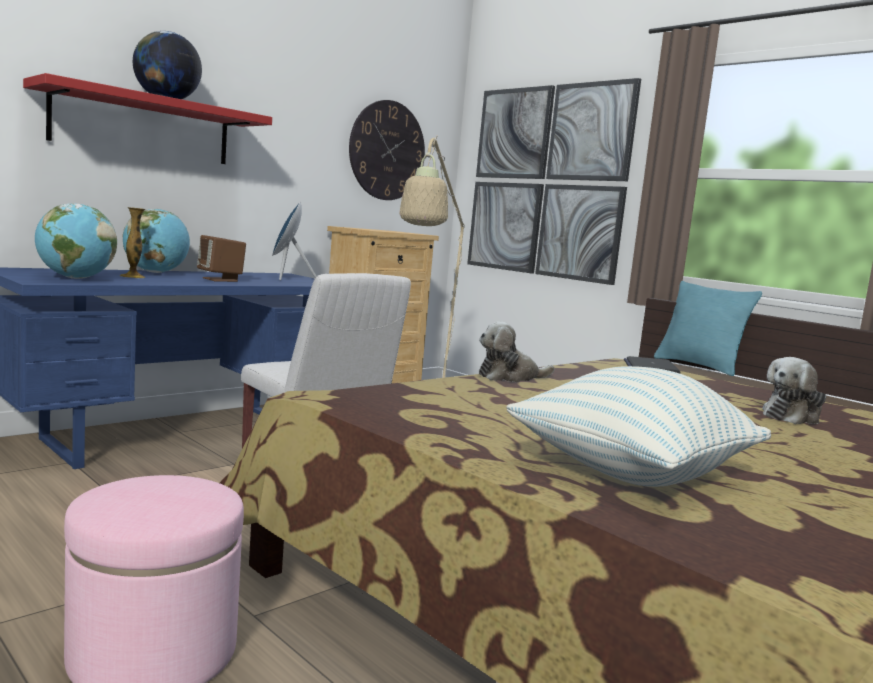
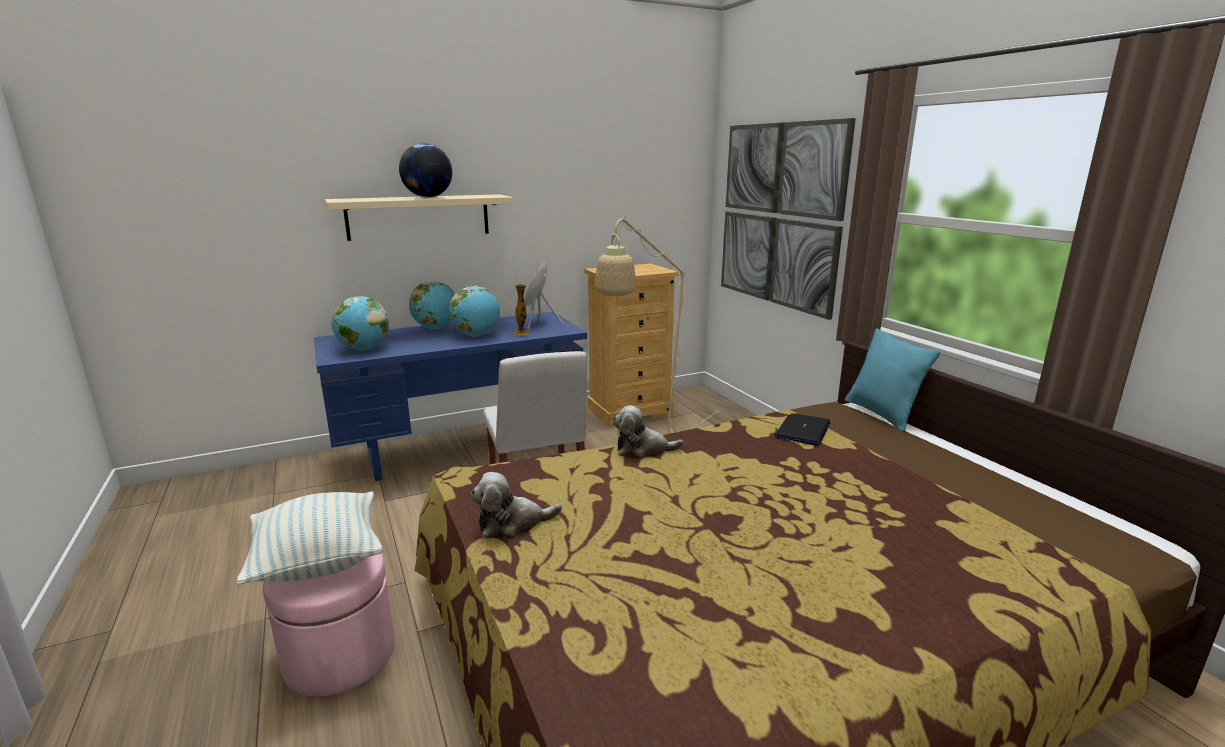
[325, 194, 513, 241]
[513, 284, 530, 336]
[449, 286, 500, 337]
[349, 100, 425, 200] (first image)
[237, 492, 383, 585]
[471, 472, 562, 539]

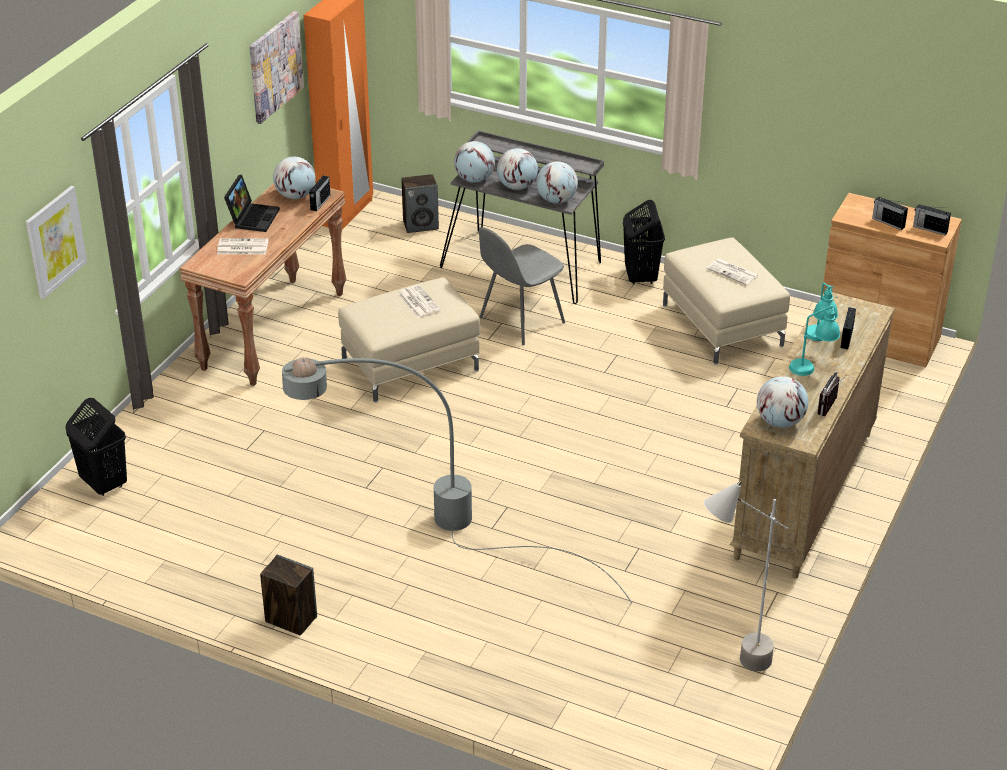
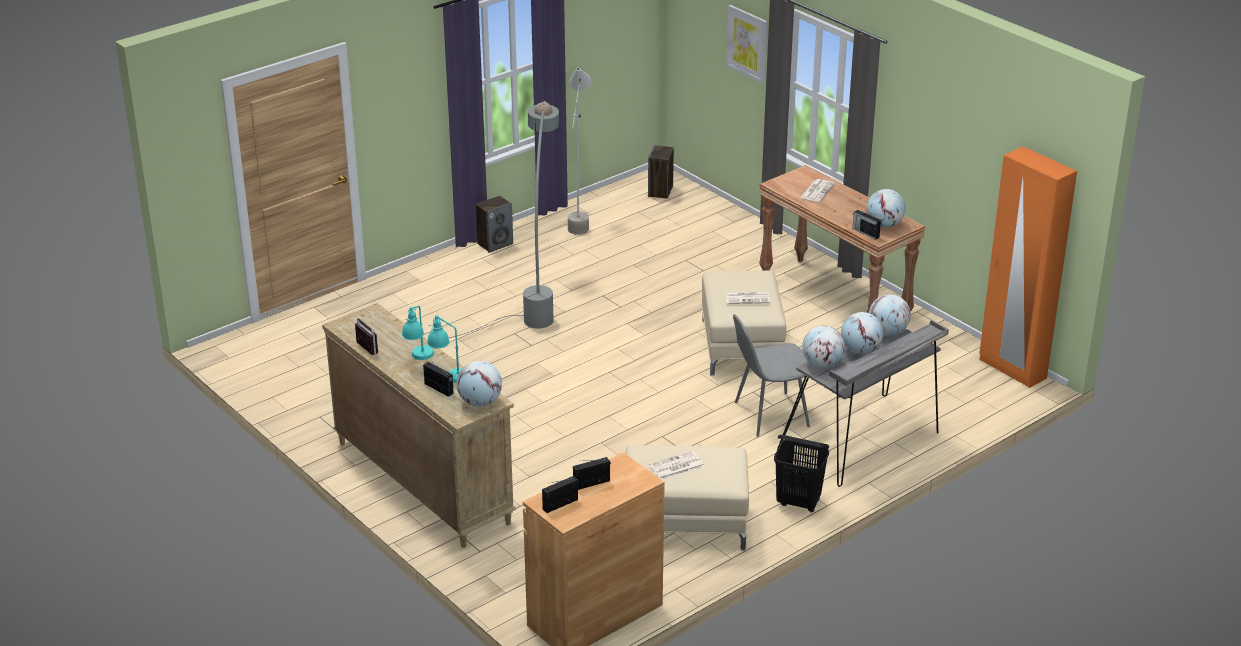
[65, 398, 127, 496] (first image)
[224, 175, 280, 232] (first image)
[249, 11, 304, 124] (first image)
[648, 145, 674, 199]
[733, 314, 810, 437]
[568, 67, 591, 235]
[456, 361, 502, 407]

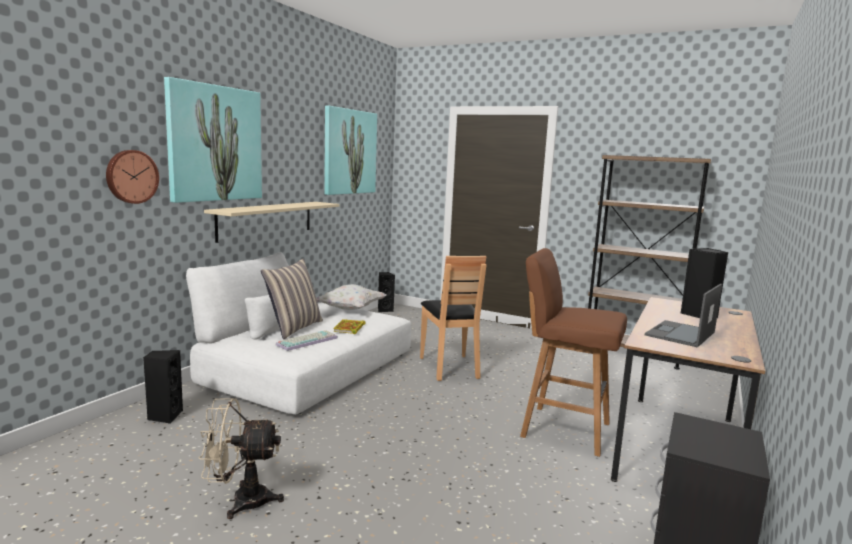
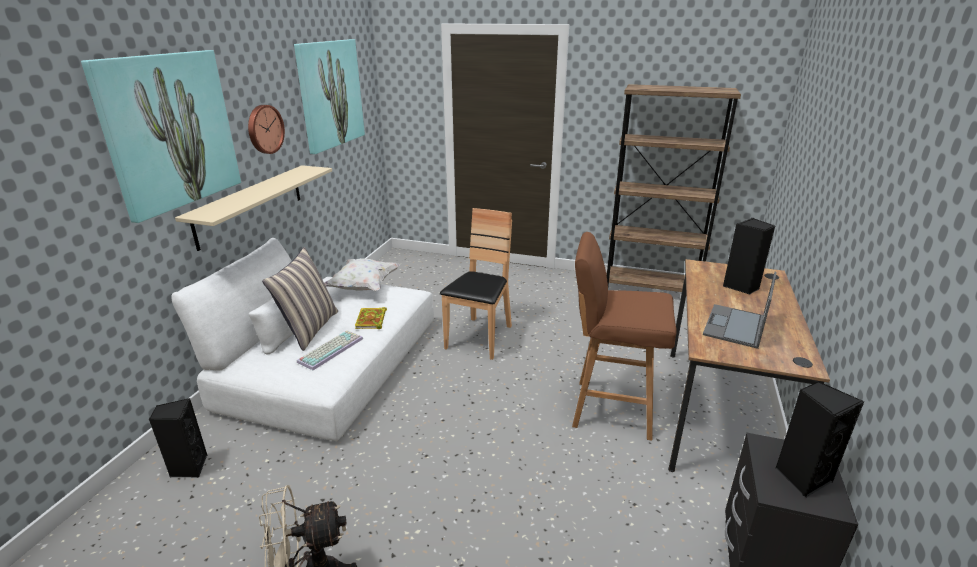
[248, 105, 285, 154]
[775, 381, 864, 498]
[440, 208, 512, 360]

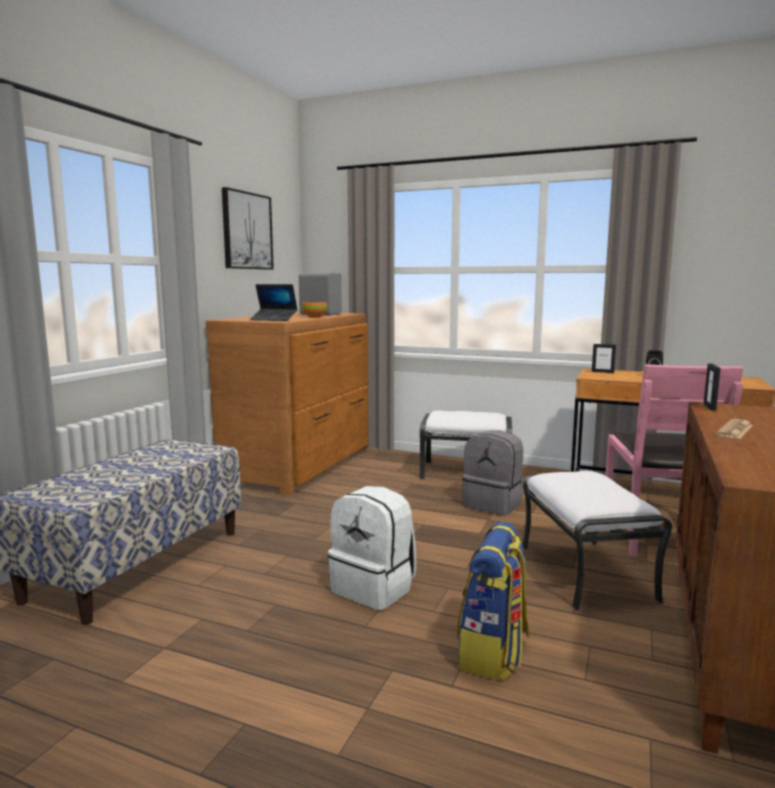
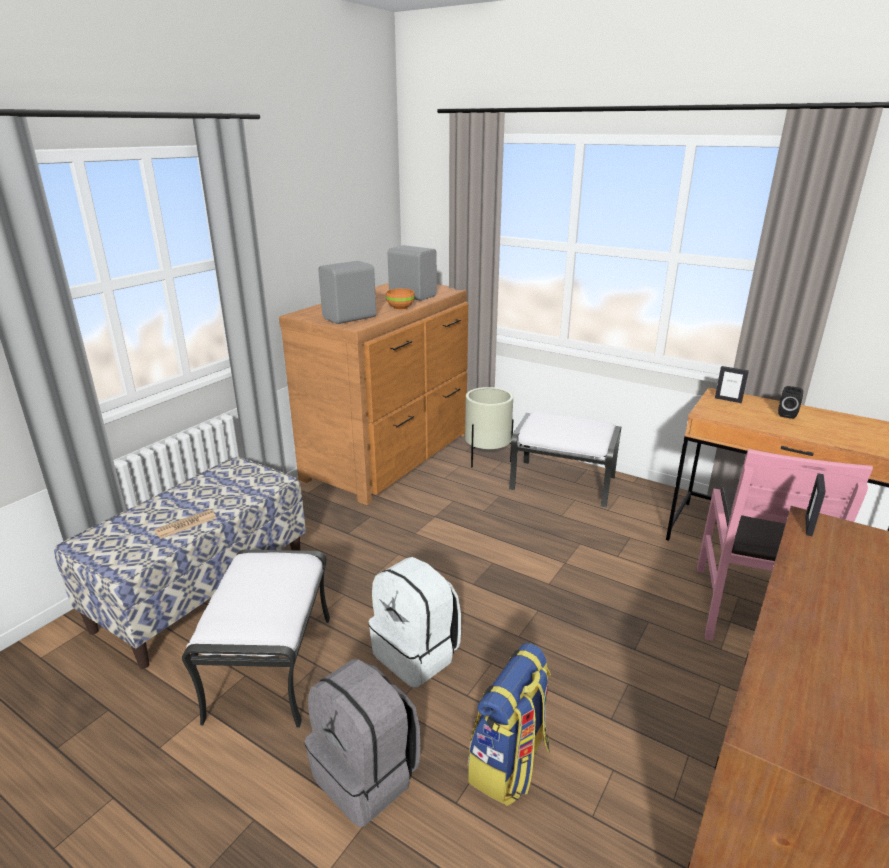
[222, 187, 274, 270] (first image)
[318, 261, 376, 324]
[305, 659, 420, 827]
[182, 550, 330, 728]
[154, 509, 216, 539]
[465, 387, 514, 467]

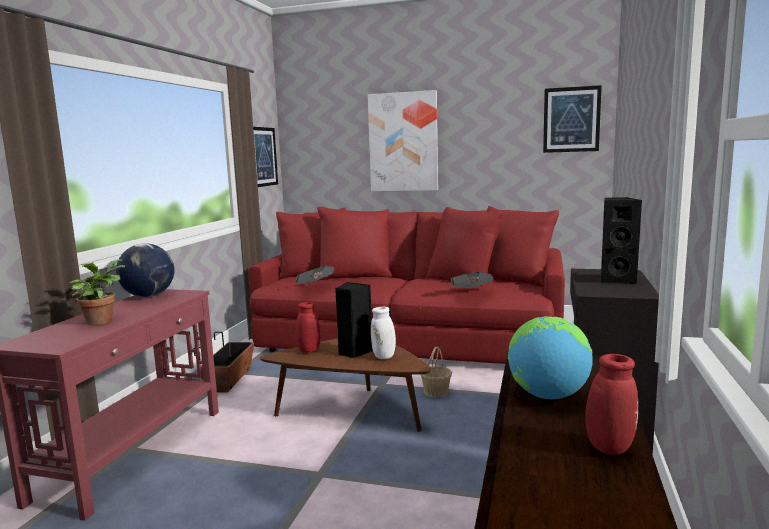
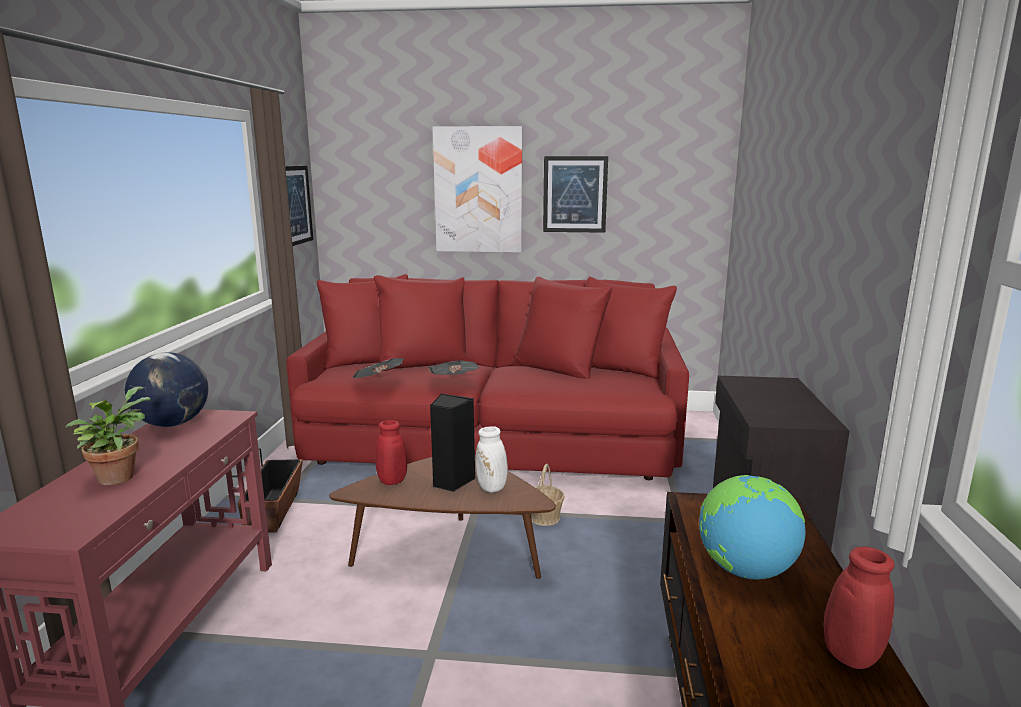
[428, 361, 480, 375]
[543, 156, 608, 233]
[601, 197, 642, 284] (first image)

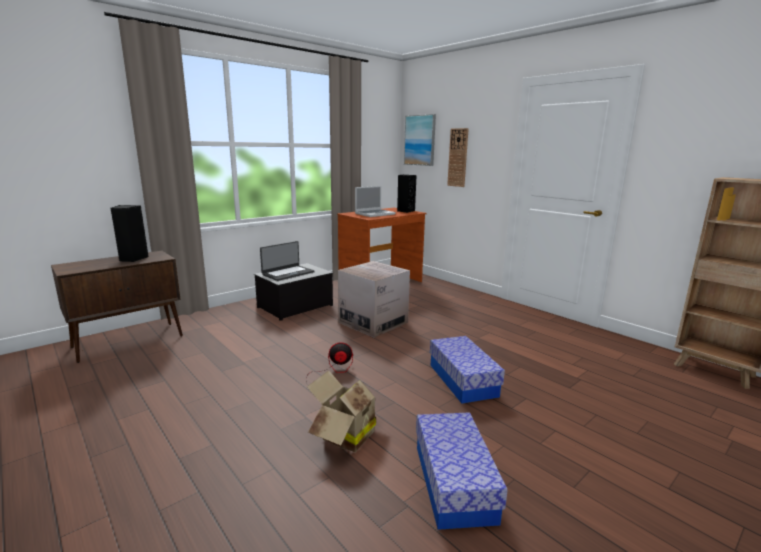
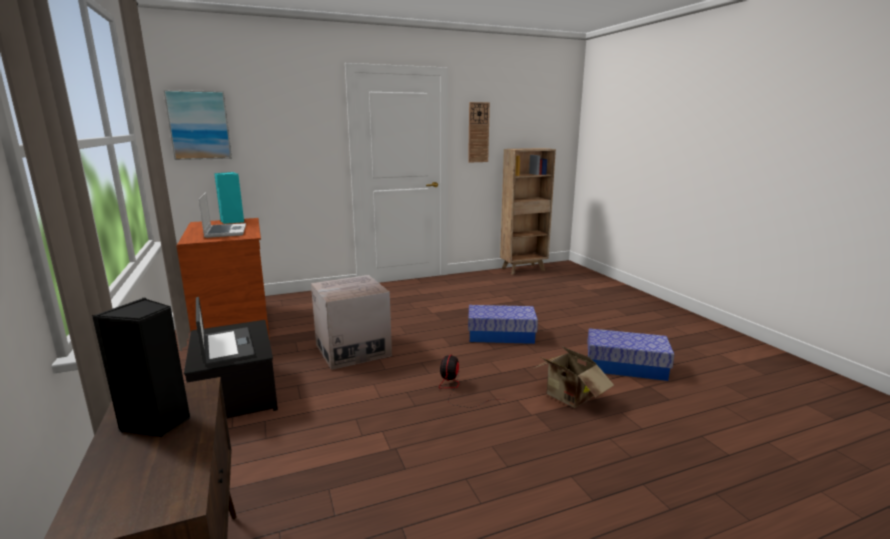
[214, 172, 244, 224]
[468, 102, 490, 163]

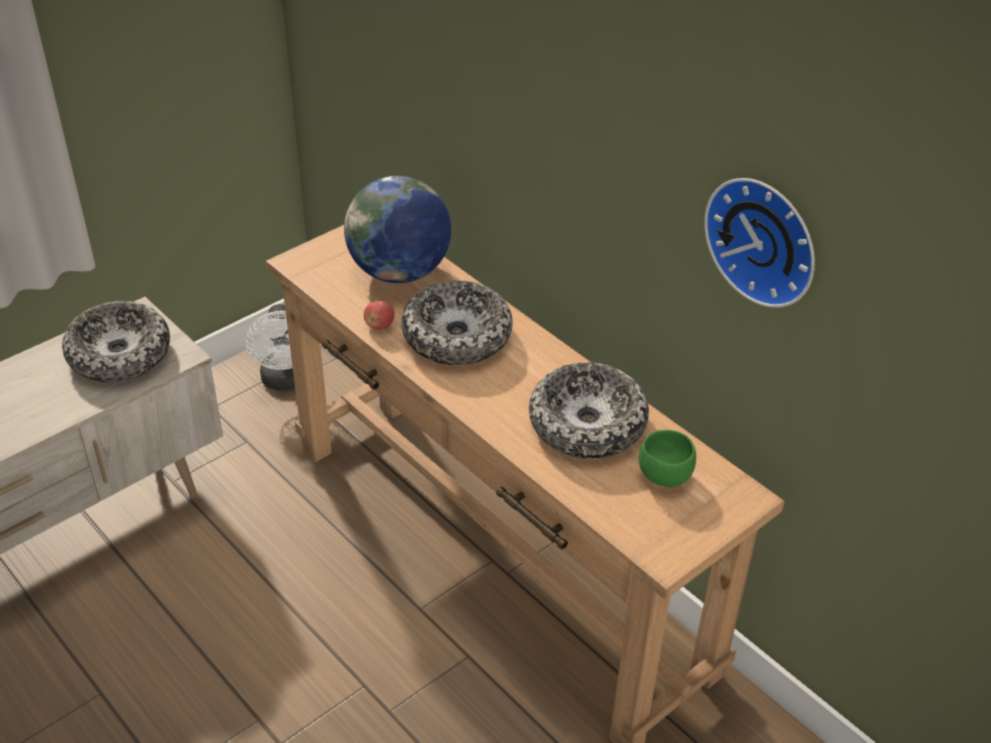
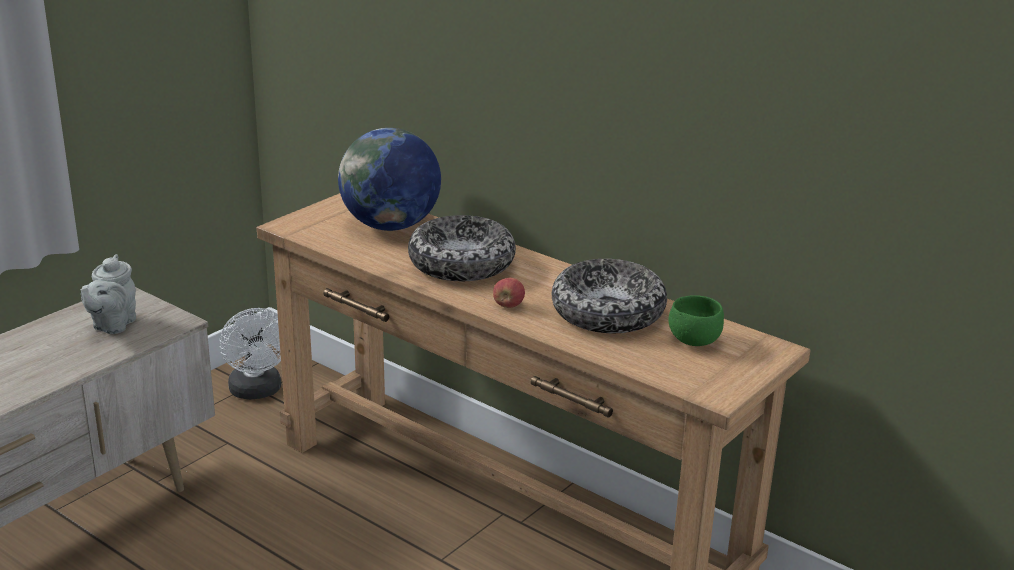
[81, 254, 136, 334]
[493, 278, 525, 308]
[704, 178, 815, 308] (first image)

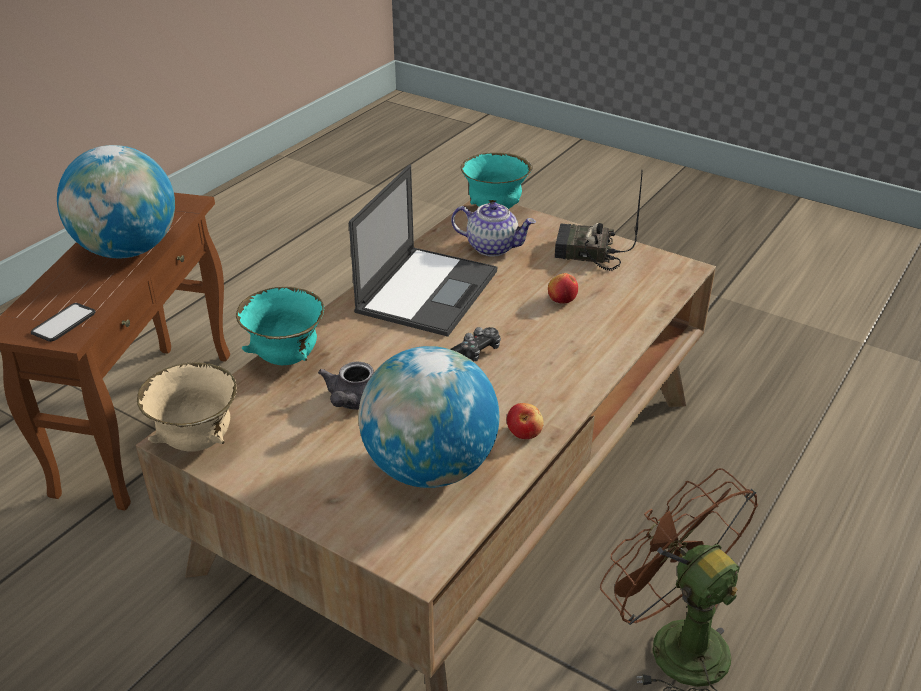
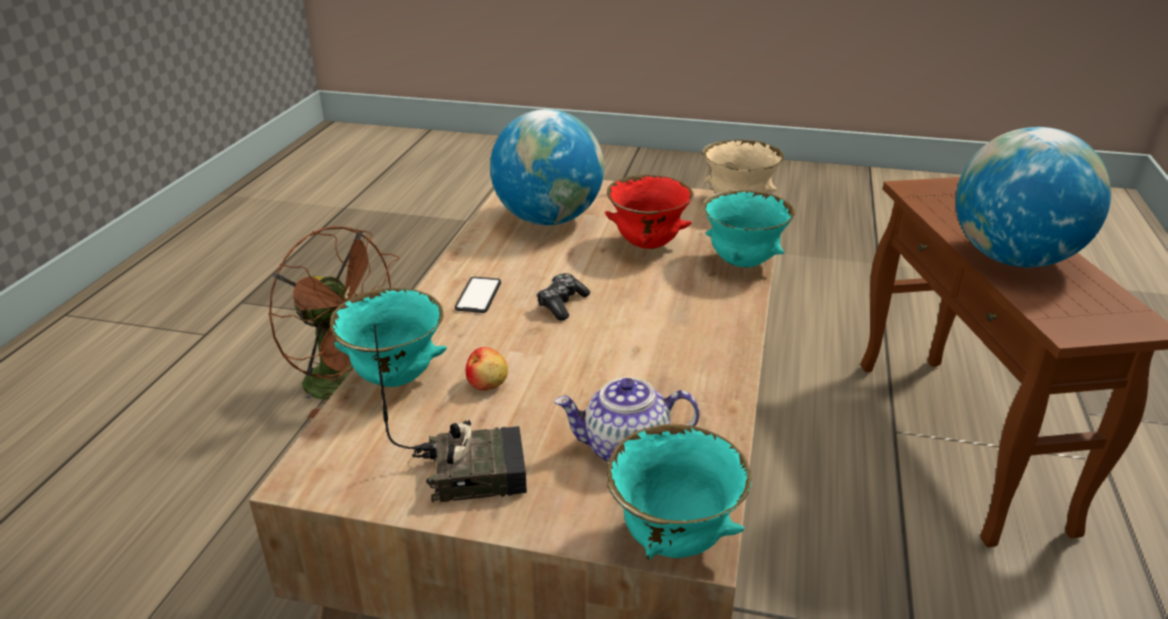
[455, 277, 501, 313]
[605, 175, 694, 249]
[349, 165, 497, 337] (first image)
[507, 403, 543, 439] (first image)
[330, 288, 447, 387]

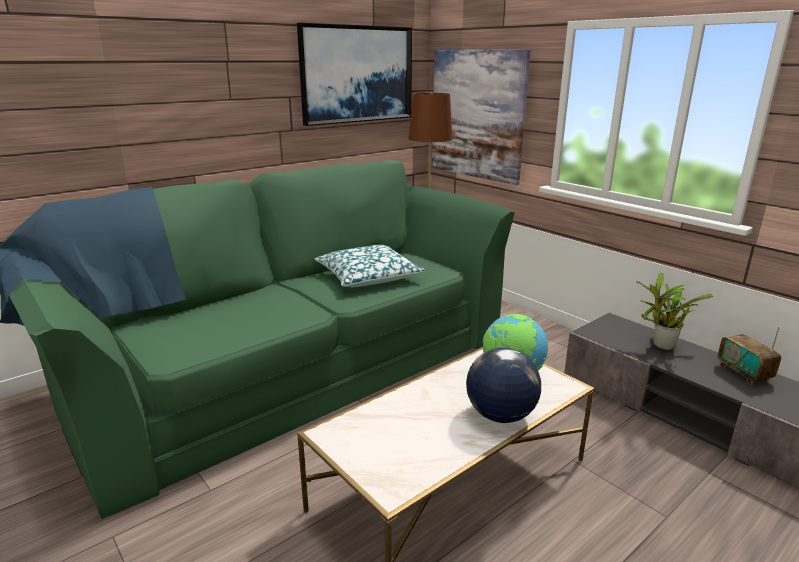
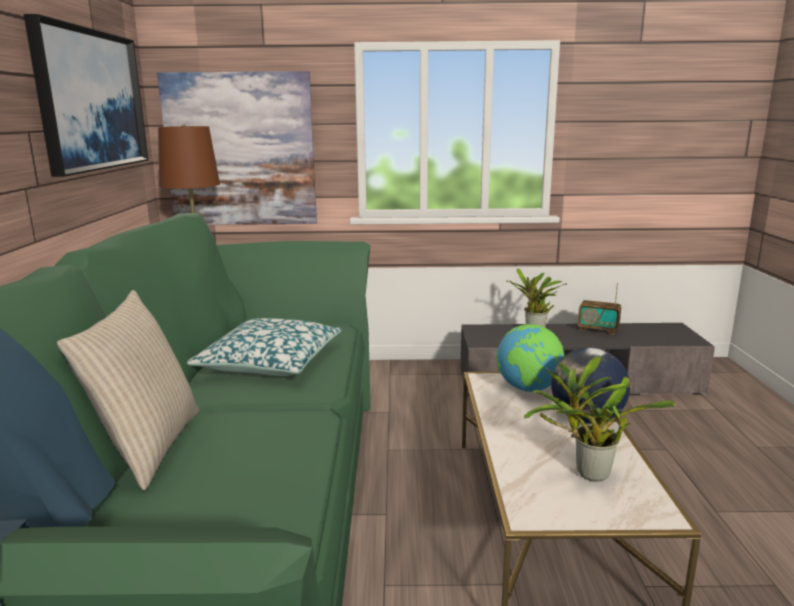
[57, 290, 200, 490]
[524, 355, 676, 482]

